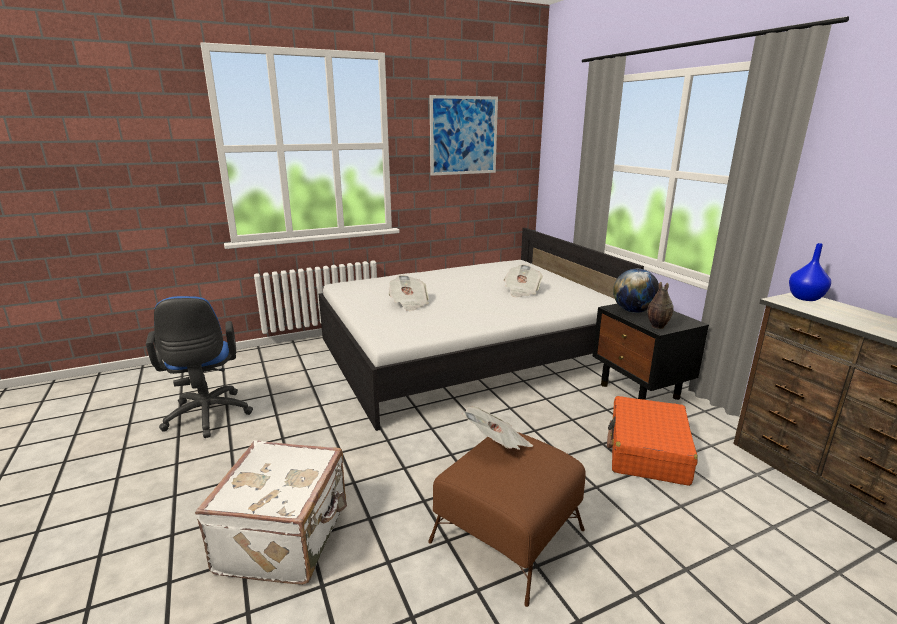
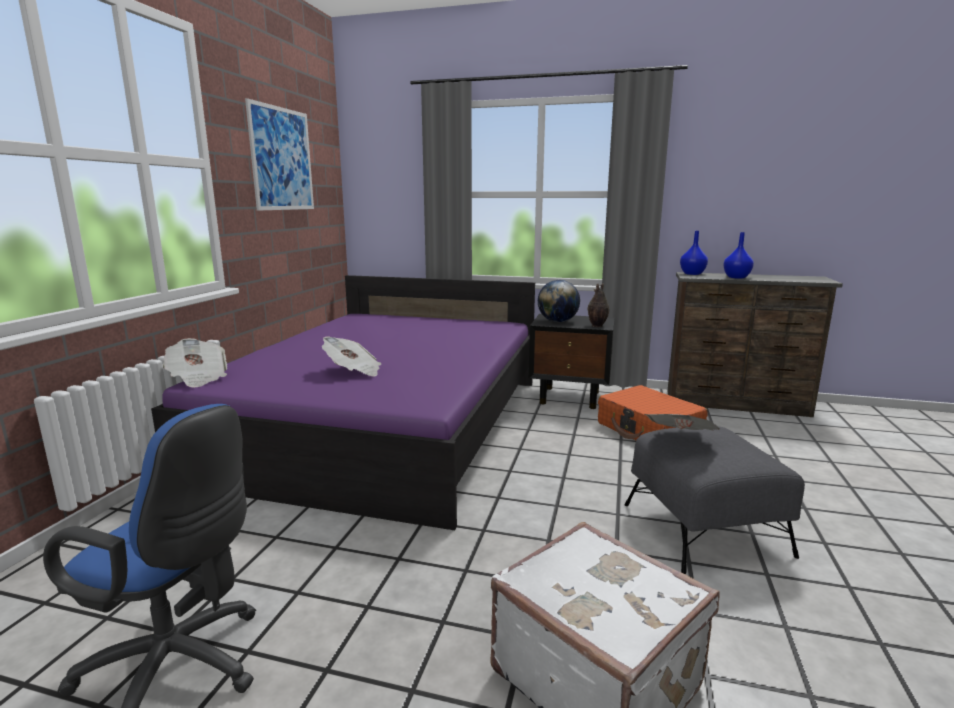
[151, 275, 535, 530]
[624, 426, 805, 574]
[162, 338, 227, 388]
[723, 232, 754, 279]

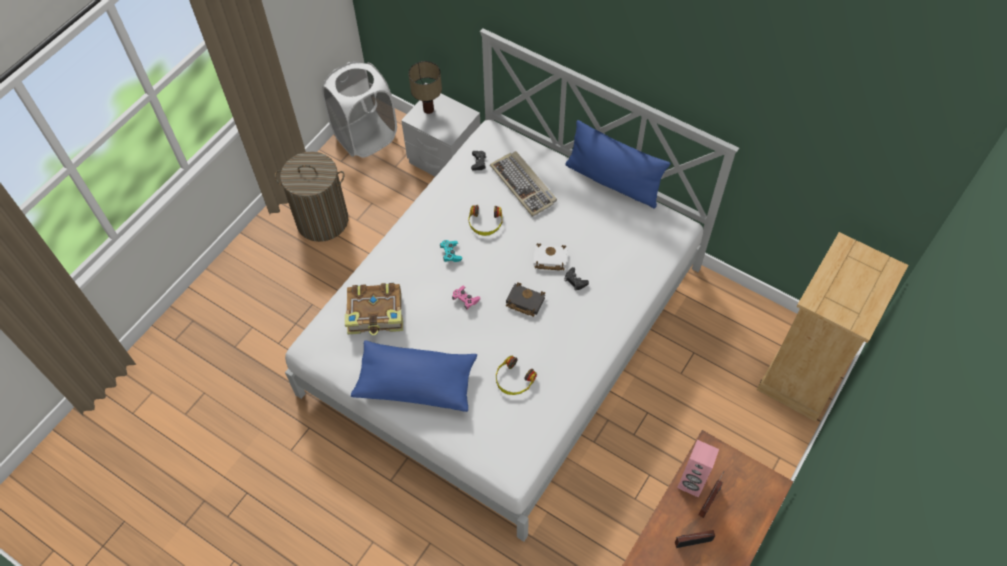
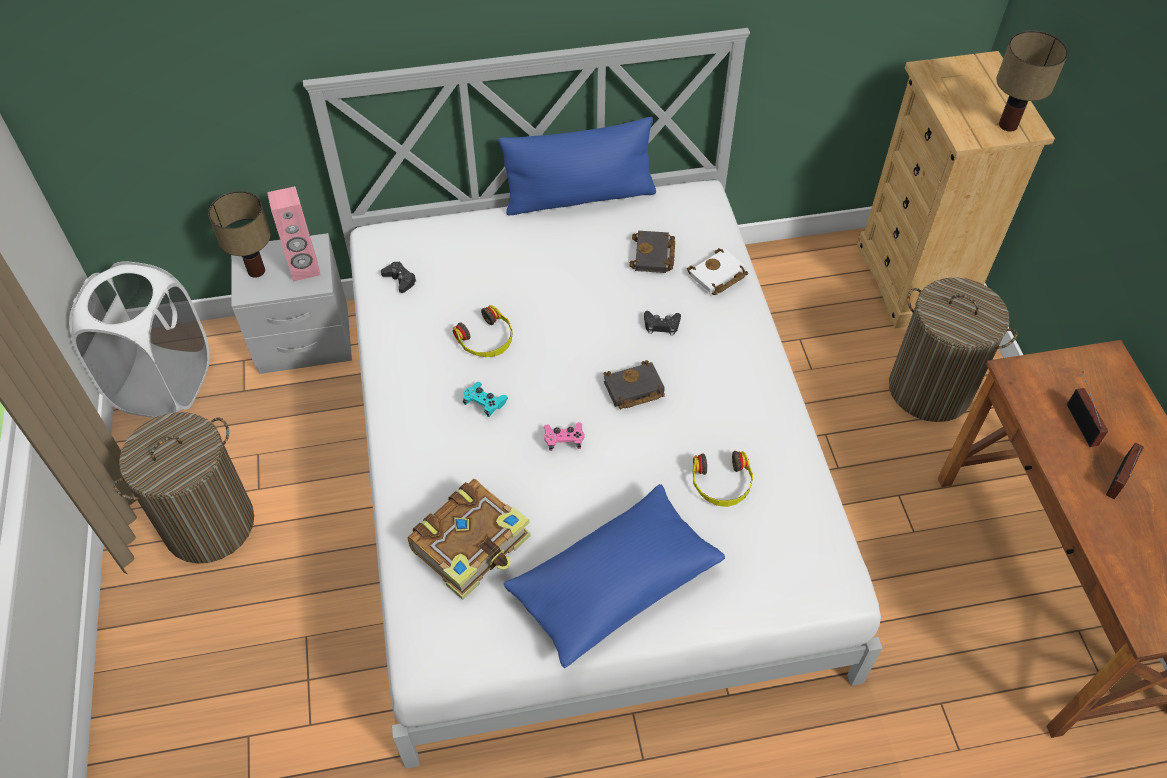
[490, 151, 557, 217] (first image)
[687, 248, 748, 295]
[267, 186, 320, 281]
[629, 231, 675, 273]
[889, 277, 1018, 422]
[997, 31, 1068, 132]

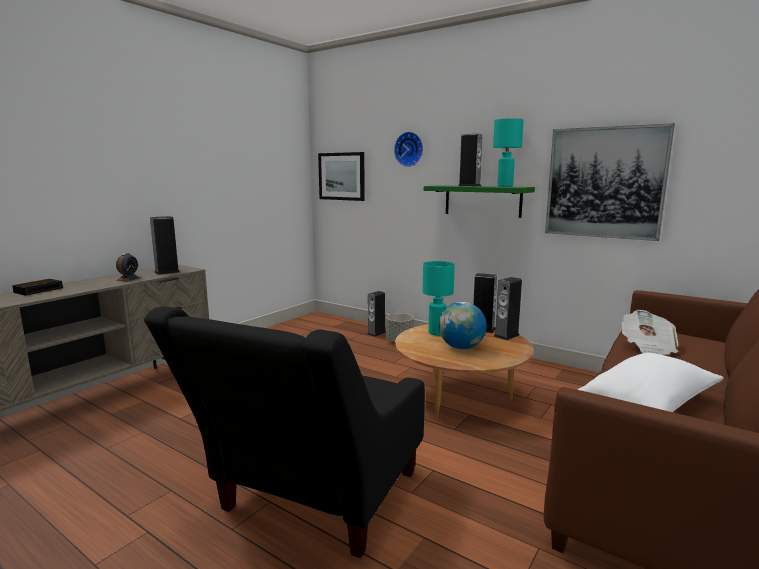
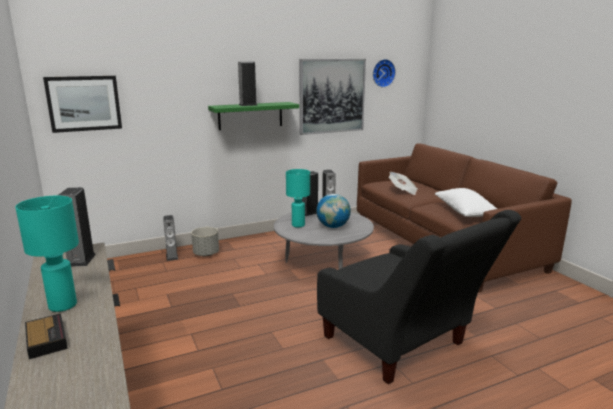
[116, 253, 142, 281] (first image)
[373, 59, 396, 87]
[274, 212, 374, 269]
[15, 196, 79, 312]

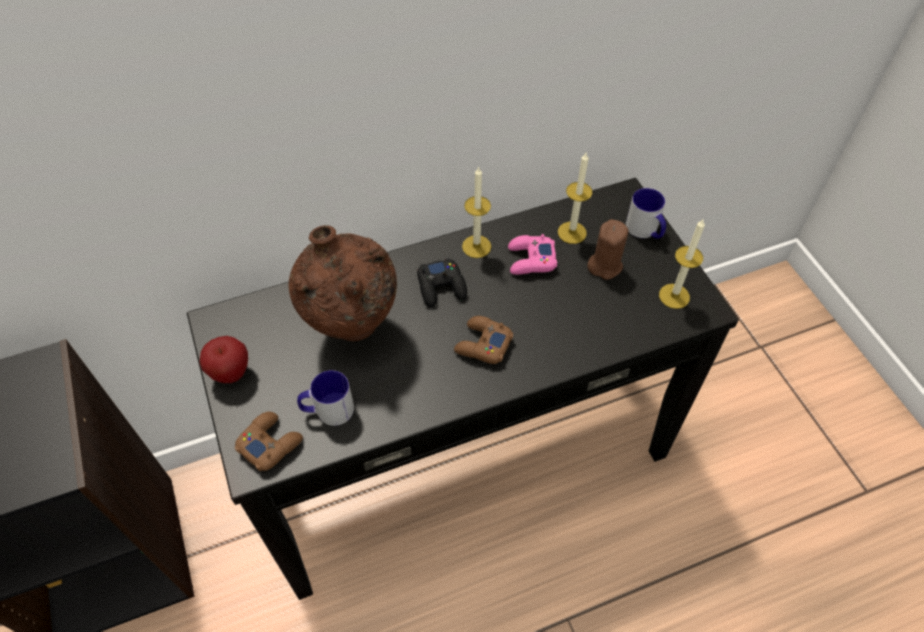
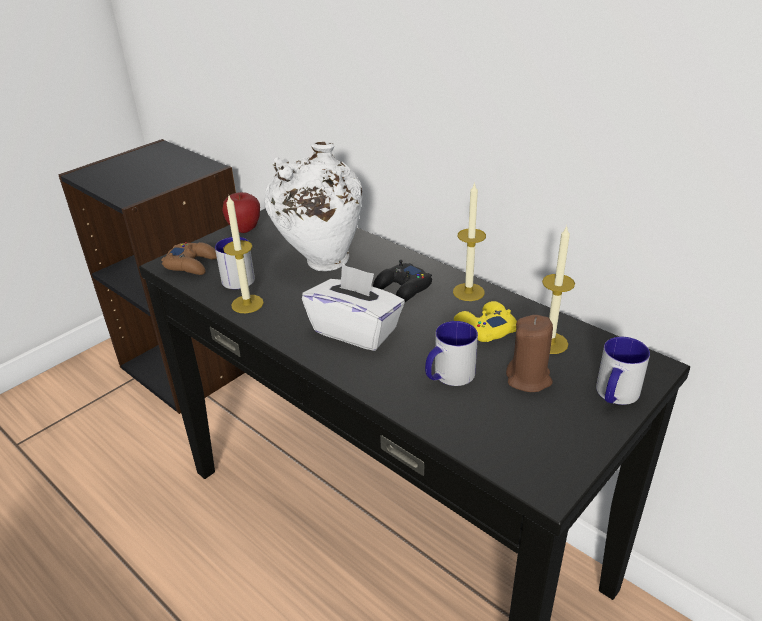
[265, 141, 363, 271]
[302, 264, 405, 351]
[454, 301, 517, 342]
[223, 196, 264, 313]
[425, 321, 478, 386]

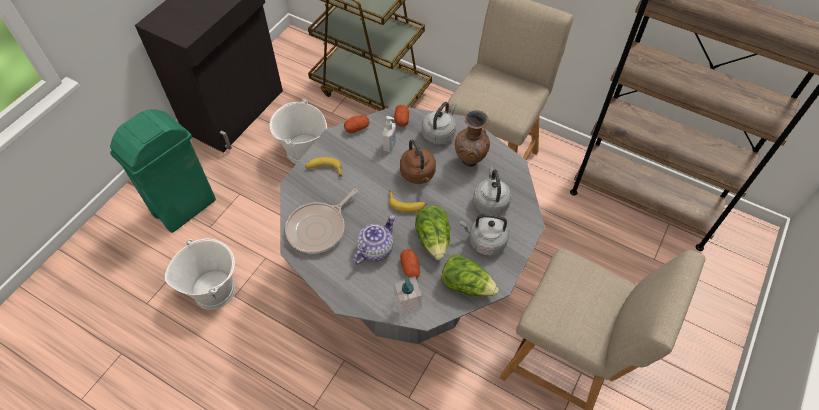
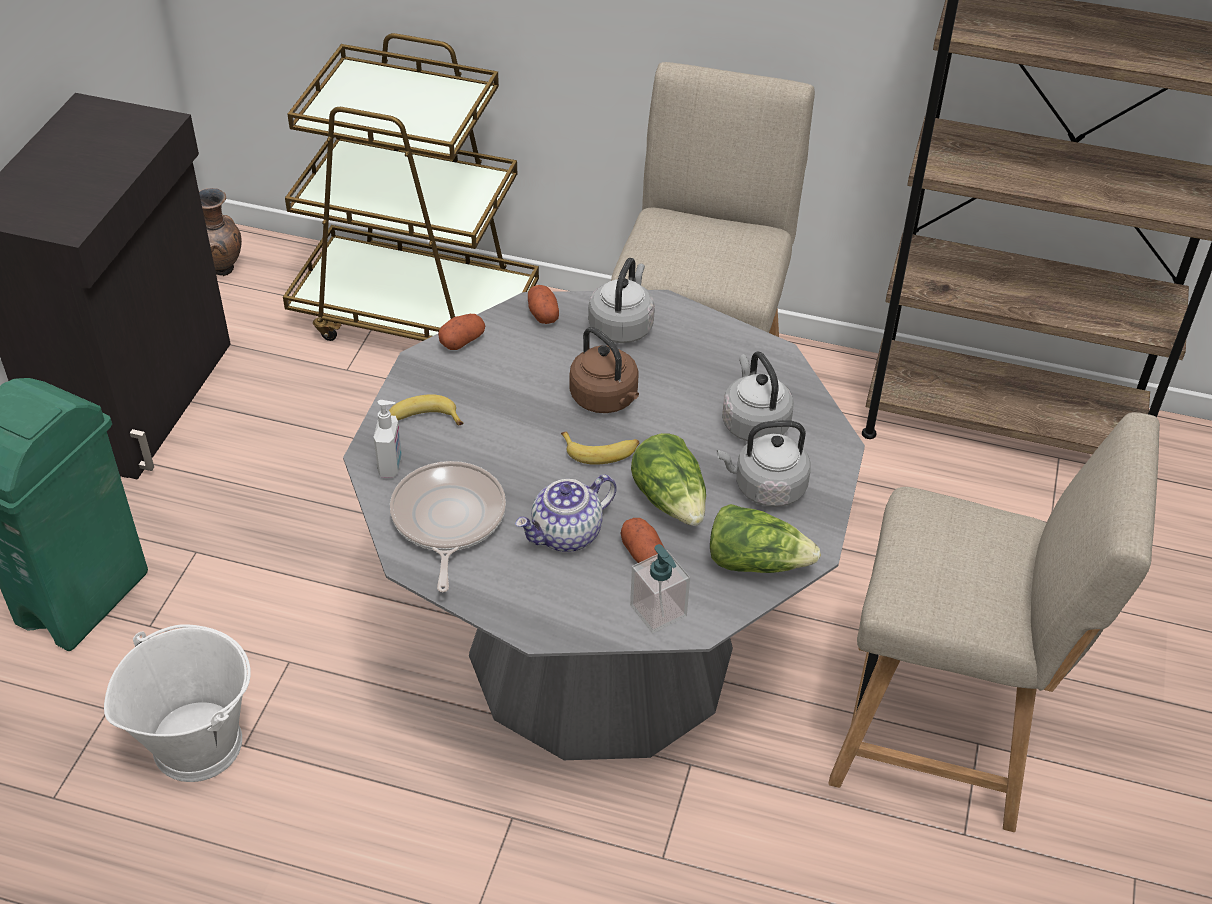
[270, 99, 327, 164] (first image)
[390, 461, 506, 592]
[515, 474, 617, 552]
[374, 400, 402, 478]
[199, 188, 242, 276]

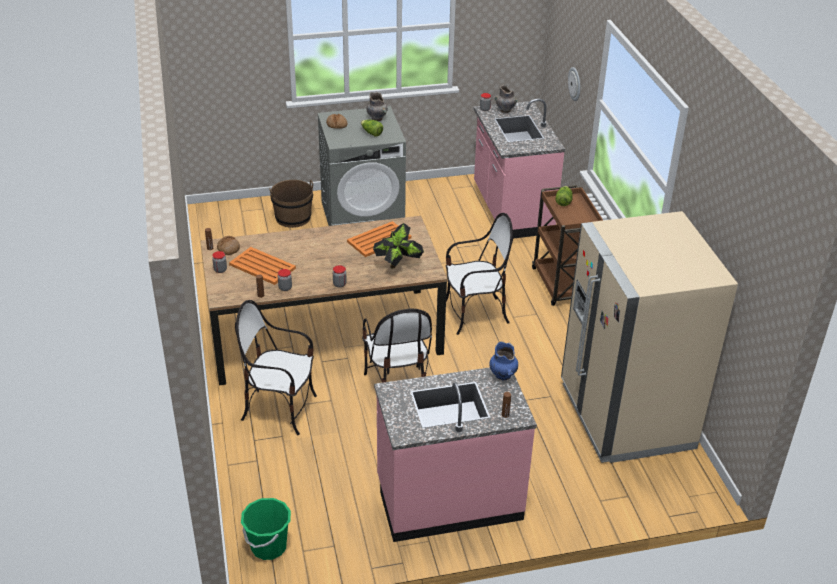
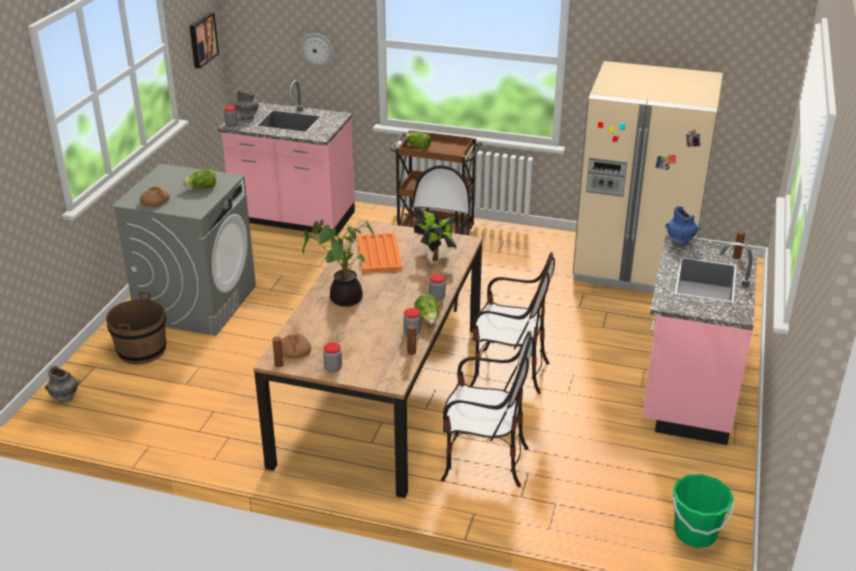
[229, 247, 296, 285] (first image)
[441, 331, 534, 487]
[45, 365, 81, 403]
[189, 12, 219, 69]
[302, 220, 375, 307]
[414, 294, 439, 324]

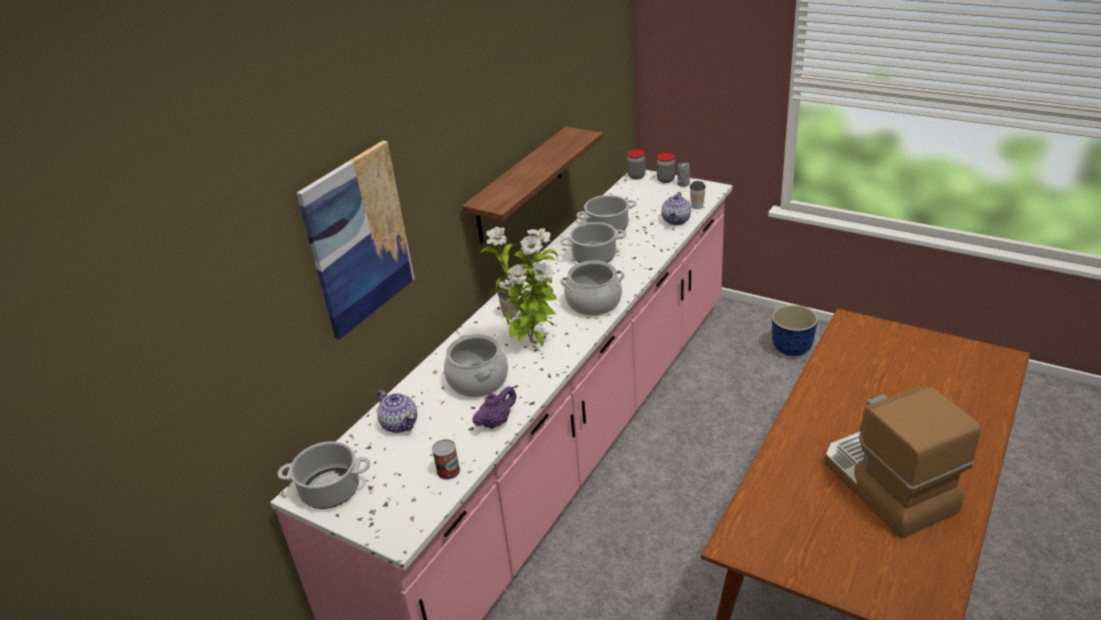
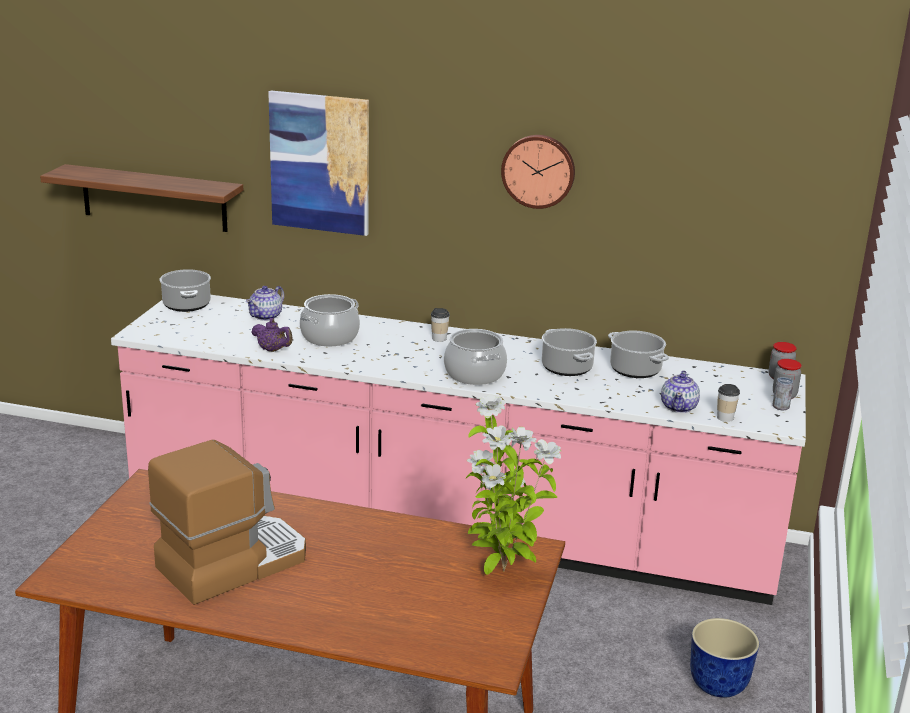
[432, 439, 460, 480] (first image)
[40, 164, 243, 232]
[466, 395, 561, 575]
[661, 370, 700, 413]
[501, 135, 575, 209]

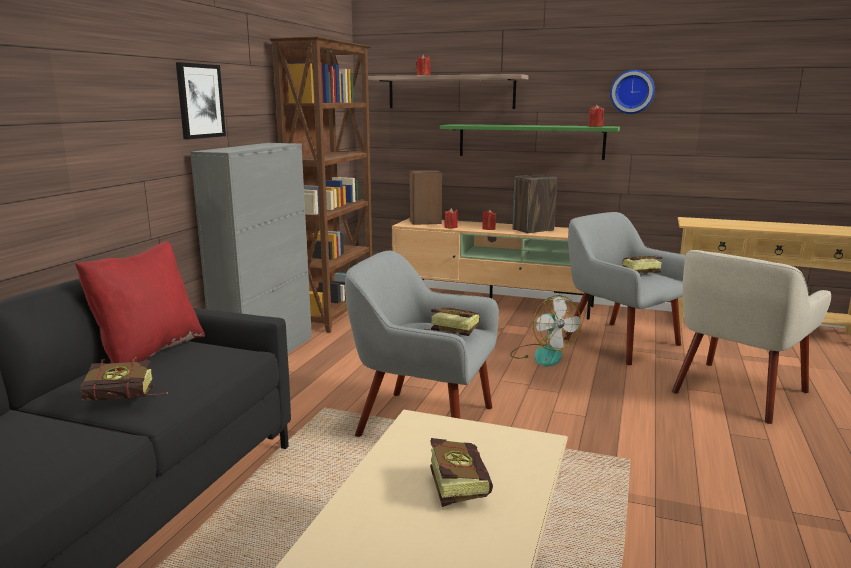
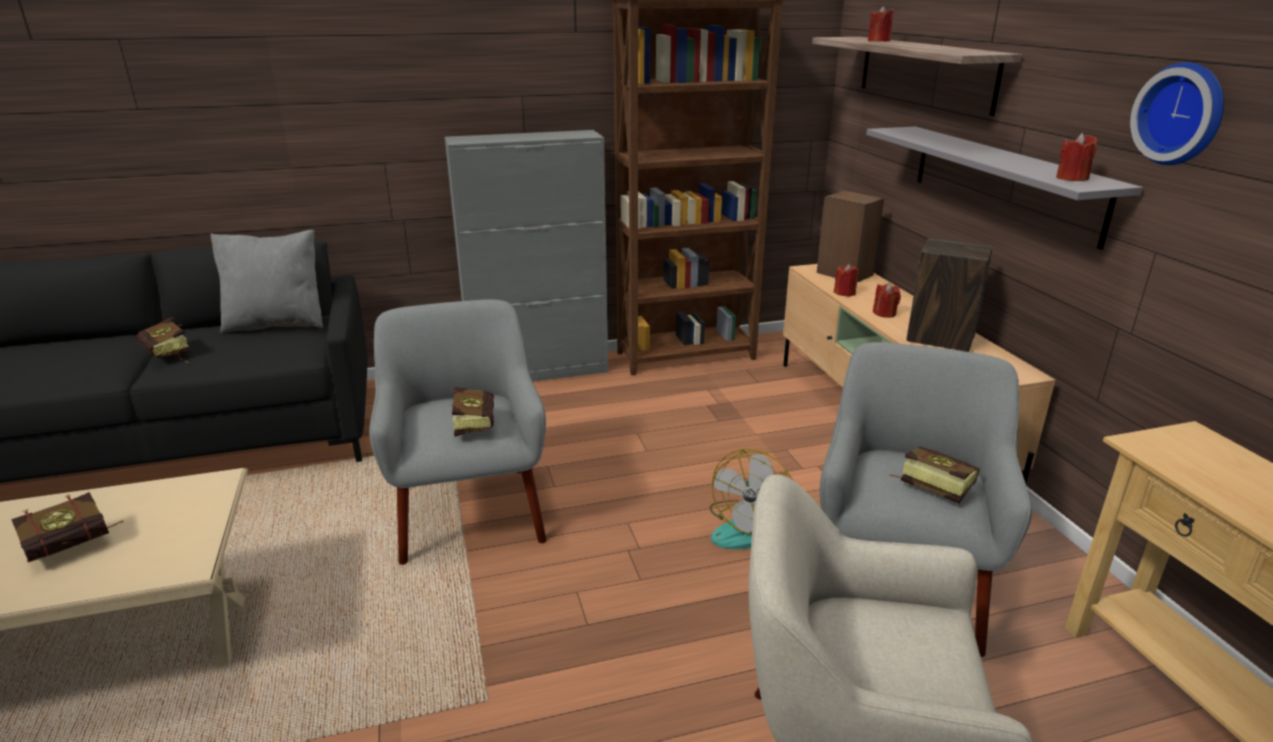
[211, 230, 323, 333]
[176, 62, 226, 139] (first image)
[866, 127, 1143, 250]

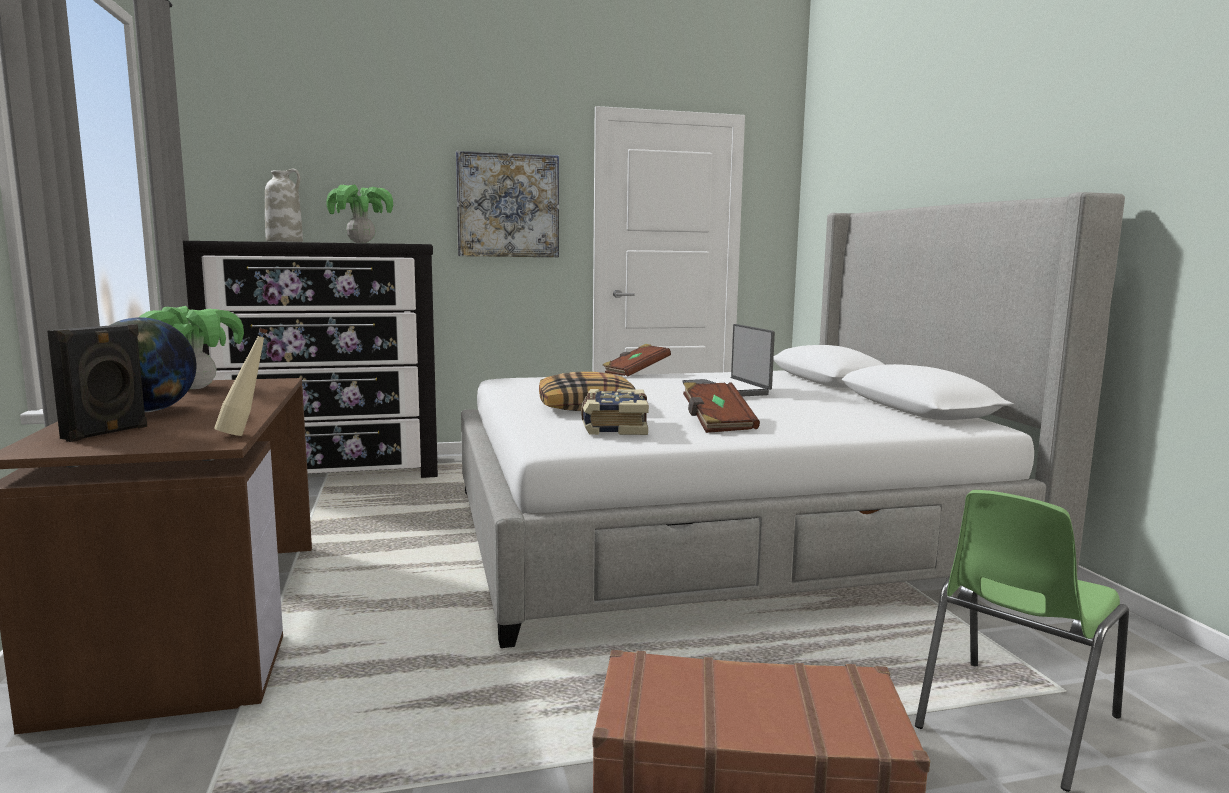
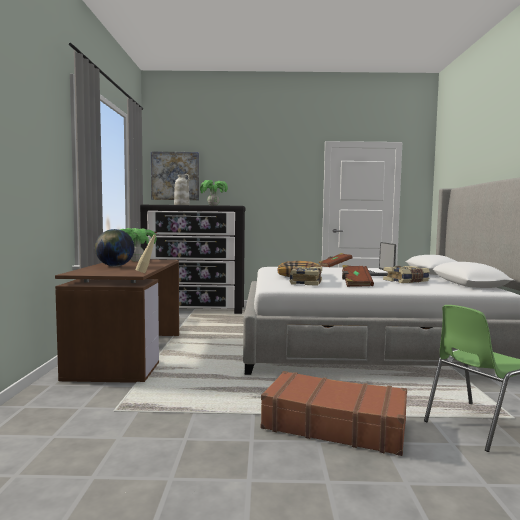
[47, 324, 147, 442] (first image)
[151, 151, 199, 200]
[383, 266, 430, 283]

